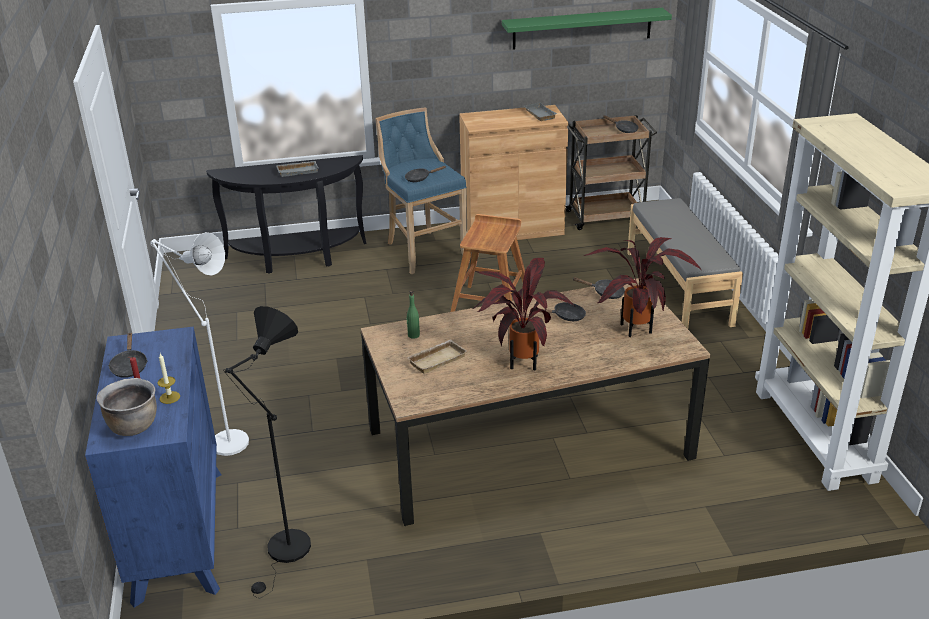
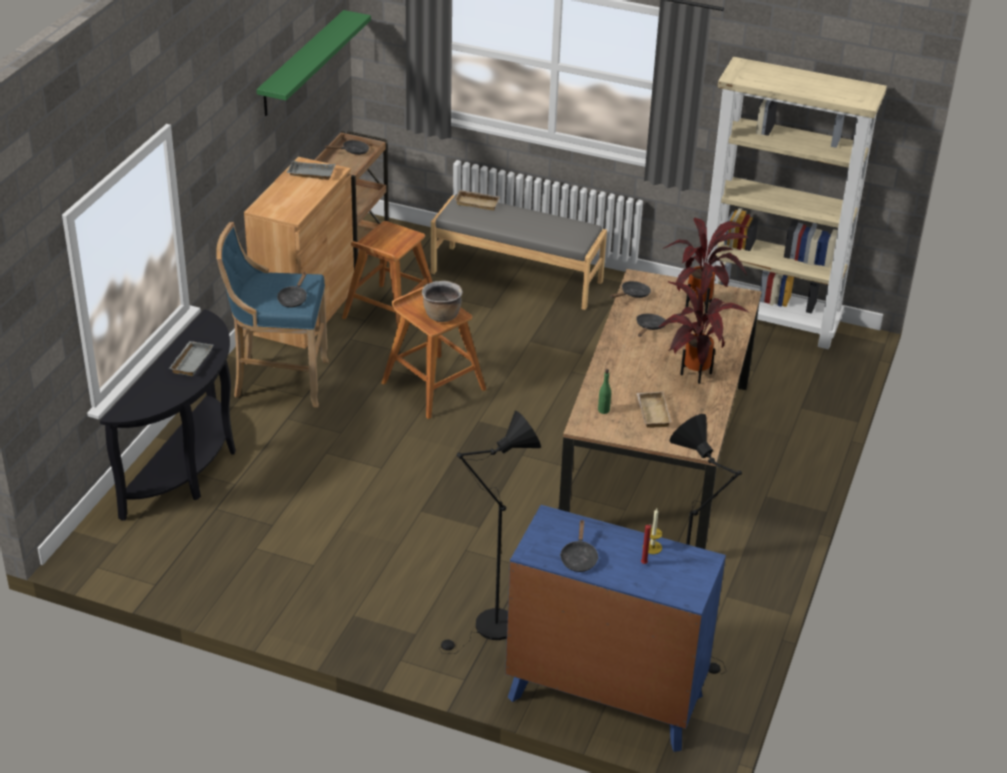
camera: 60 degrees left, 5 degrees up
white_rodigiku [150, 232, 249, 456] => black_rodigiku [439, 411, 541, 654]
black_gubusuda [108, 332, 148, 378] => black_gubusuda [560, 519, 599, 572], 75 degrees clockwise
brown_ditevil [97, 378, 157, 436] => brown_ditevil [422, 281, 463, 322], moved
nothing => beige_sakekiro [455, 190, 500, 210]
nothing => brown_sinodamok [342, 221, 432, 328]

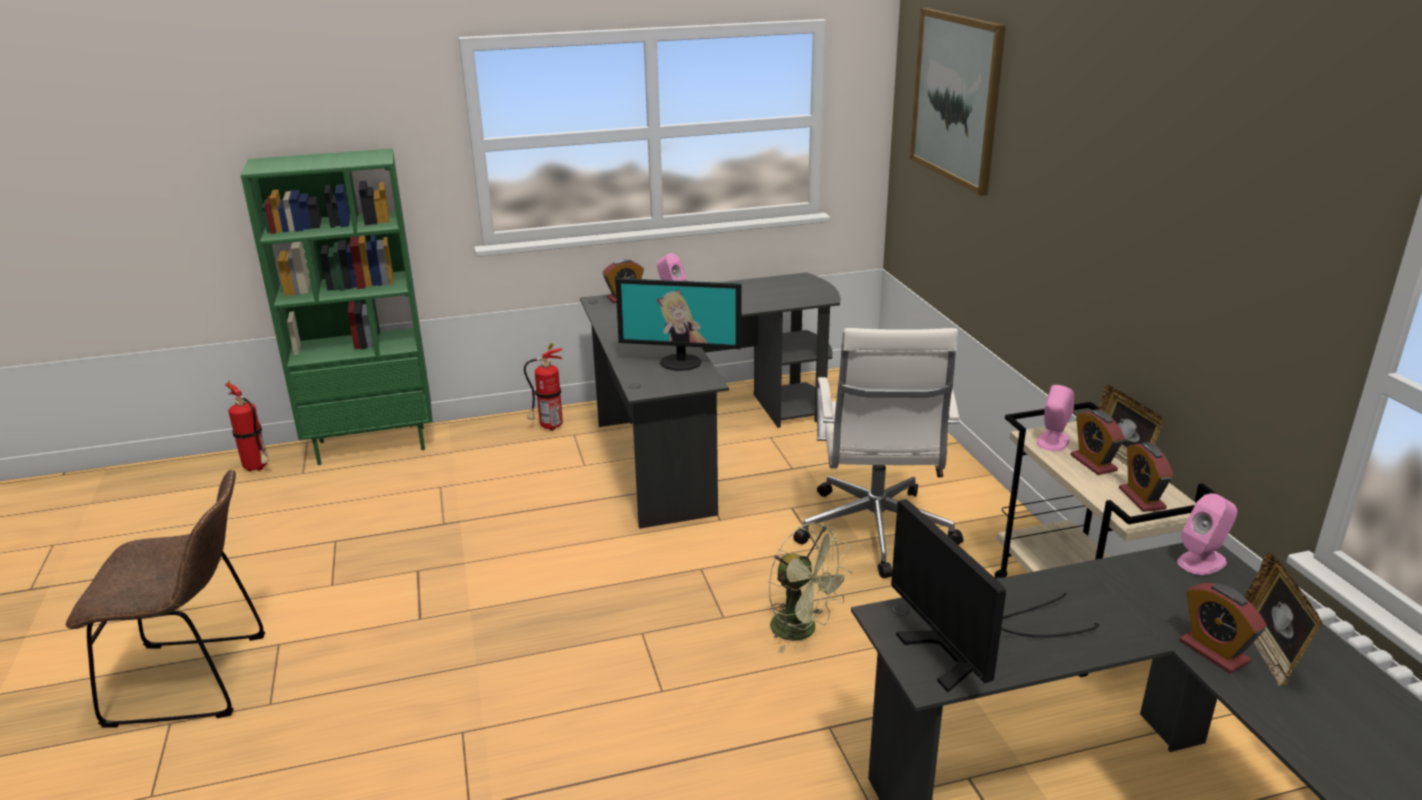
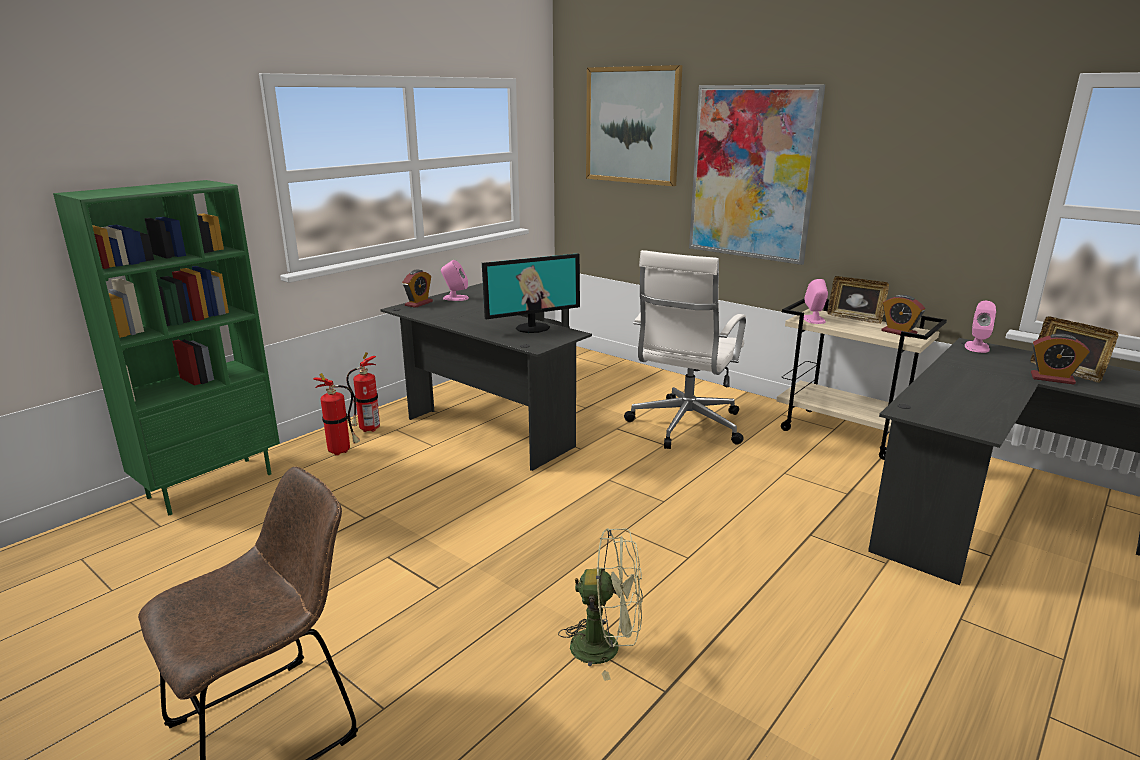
camera: 35 degrees left, 5 degrees down
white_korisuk [793, 328, 964, 578] => white_korisuk [624, 250, 746, 449], 60 degrees clockwise
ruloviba [225, 380, 269, 472] => ruloviba [313, 373, 360, 456], moved
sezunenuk [1070, 409, 1125, 475] => nothing
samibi [891, 499, 1100, 692] => nothing
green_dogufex [768, 523, 853, 653] => green_dogufex [558, 528, 643, 681], moved
nothing => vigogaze [689, 84, 825, 265]

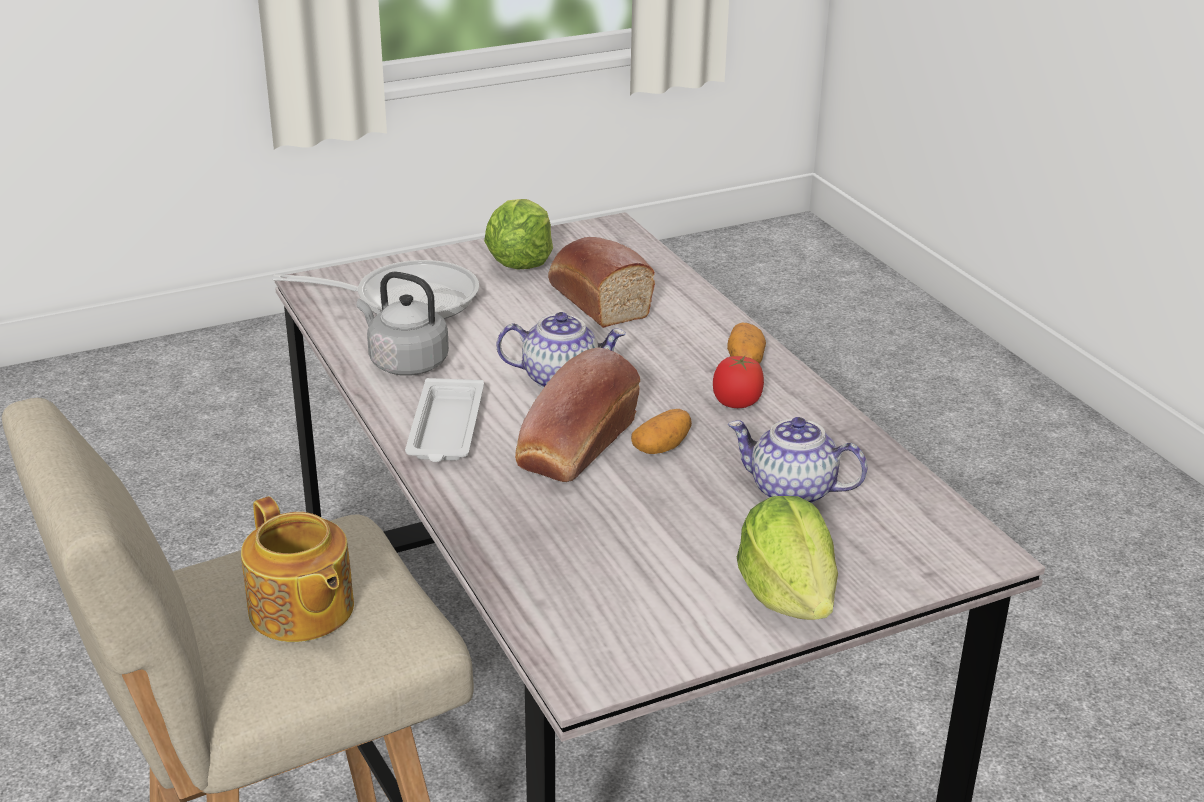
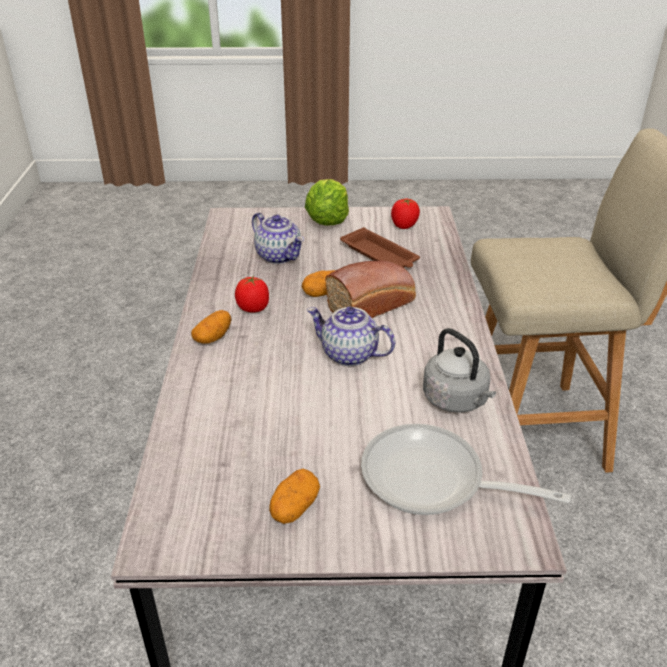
camera: 155 degrees left, 5 degrees up
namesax [484, 199, 553, 269] => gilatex [269, 469, 320, 524]
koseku [548, 237, 655, 328] => nothing
white_sakekiro [405, 378, 484, 462] => nothing
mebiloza [241, 496, 354, 642] => nothing
nothing => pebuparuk [391, 199, 420, 229]
nothing => brown_sakekiro [340, 227, 420, 268]

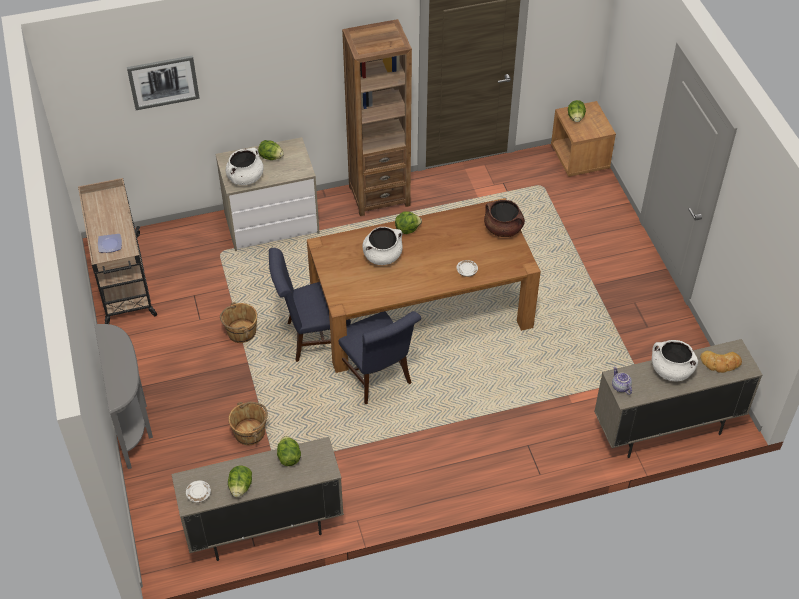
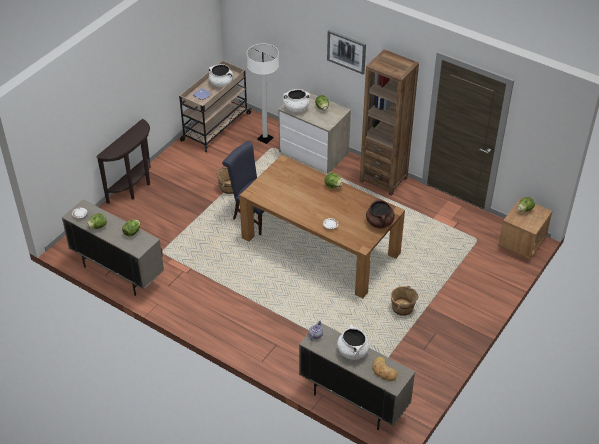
camera: 50 degrees right, 5 degrees down
vigogaze [127, 55, 200, 110] => vigogaze [327, 30, 366, 75], moved
white_ditevil [362, 227, 403, 265] => white_ditevil [208, 64, 234, 87], moved
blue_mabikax [339, 311, 422, 404] => nothing
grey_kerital [94, 324, 153, 469] => brown_kerital [97, 119, 151, 204]
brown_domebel [228, 402, 268, 445] => brown_domebel [391, 286, 419, 316], moved
nothing => white_rodigiku [247, 43, 279, 144]

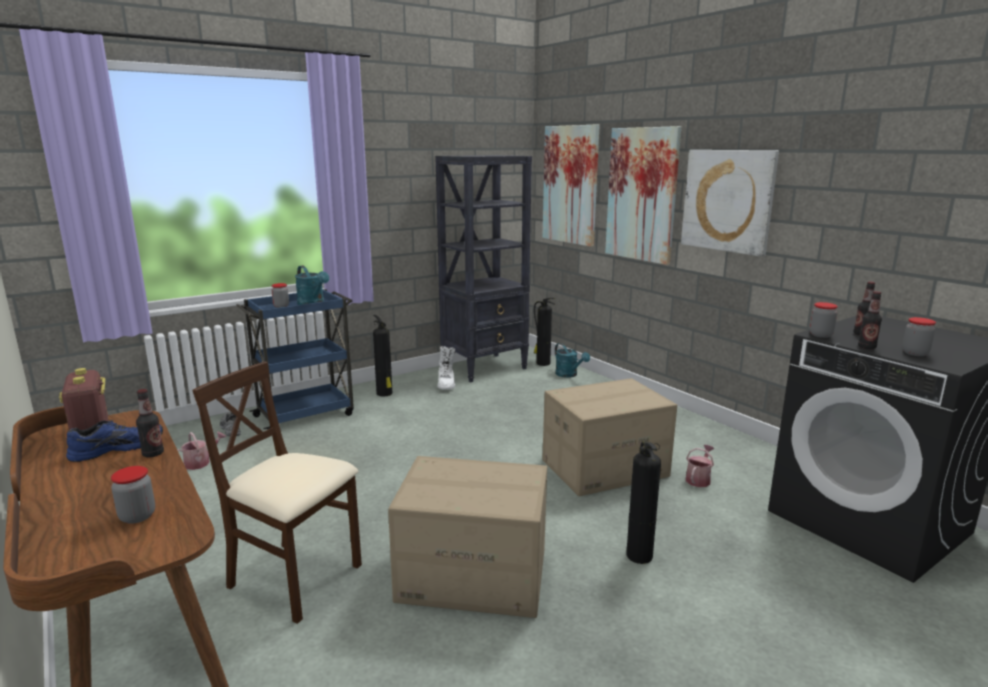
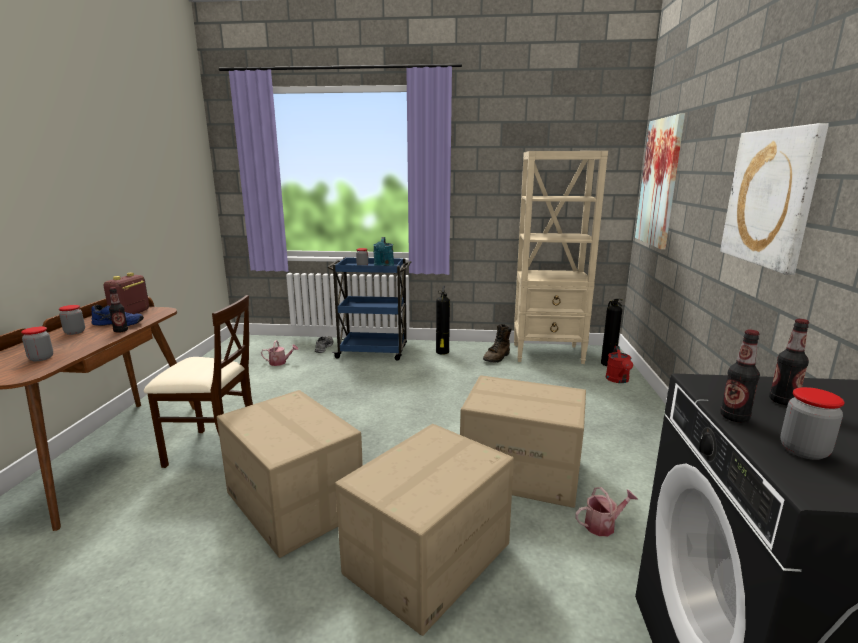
camera: 40 degrees right, 0 degrees up
vigogaze [605, 126, 681, 265] => nothing
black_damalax [435, 155, 532, 383] => beige_damalax [514, 151, 608, 364]
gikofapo [810, 302, 838, 338] => gikofapo [59, 305, 85, 335], moved
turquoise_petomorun [555, 343, 590, 378] => red_petomorun [606, 346, 633, 383]
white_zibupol [438, 346, 455, 389] => brown_zibupol [483, 324, 512, 362]
beige_mabikax [192, 362, 362, 624] => beige_mabikax [144, 295, 253, 468], 120 degrees clockwise
ruloviba [626, 441, 661, 564] => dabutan [335, 424, 514, 636]

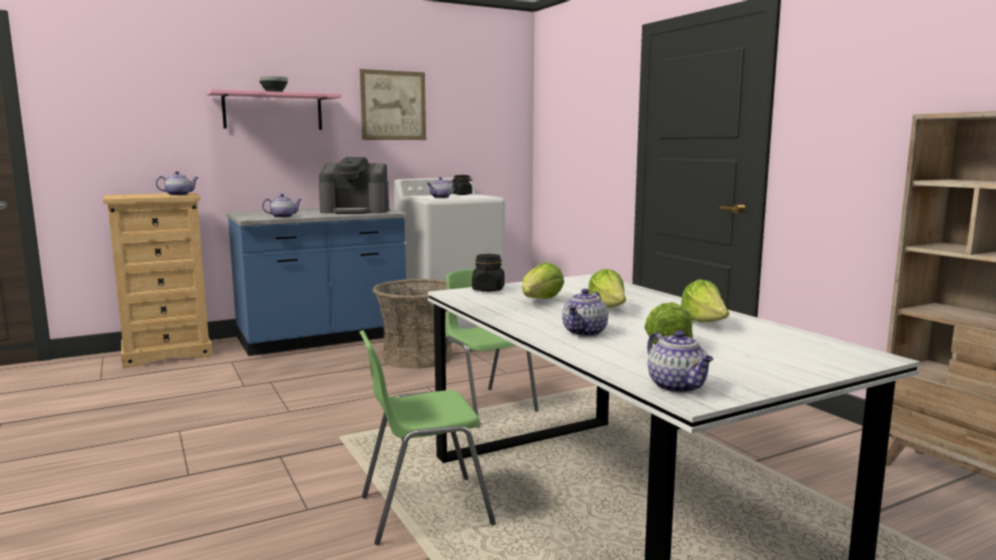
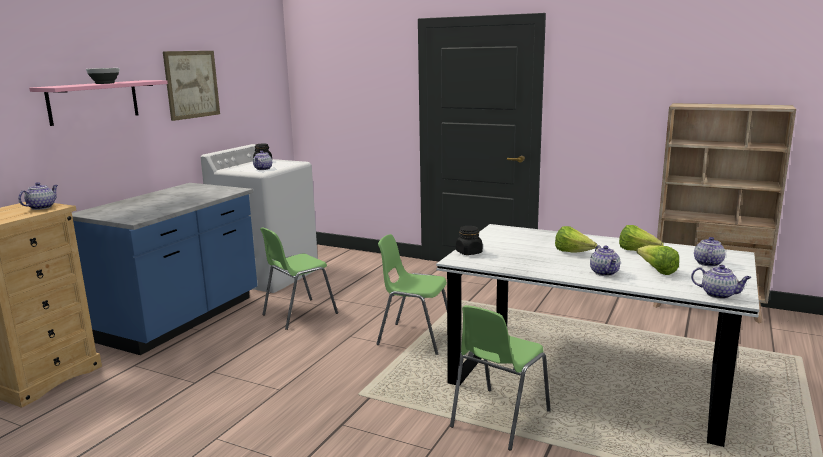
camera: 35 degrees left, 5 degrees up
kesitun [319, 157, 389, 214] => nothing
mebiloza [262, 194, 302, 218] => mebiloza [694, 237, 725, 267], moved
namesax [522, 262, 564, 299] => nothing
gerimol [373, 279, 453, 369] => green_mabikax [260, 227, 338, 330]

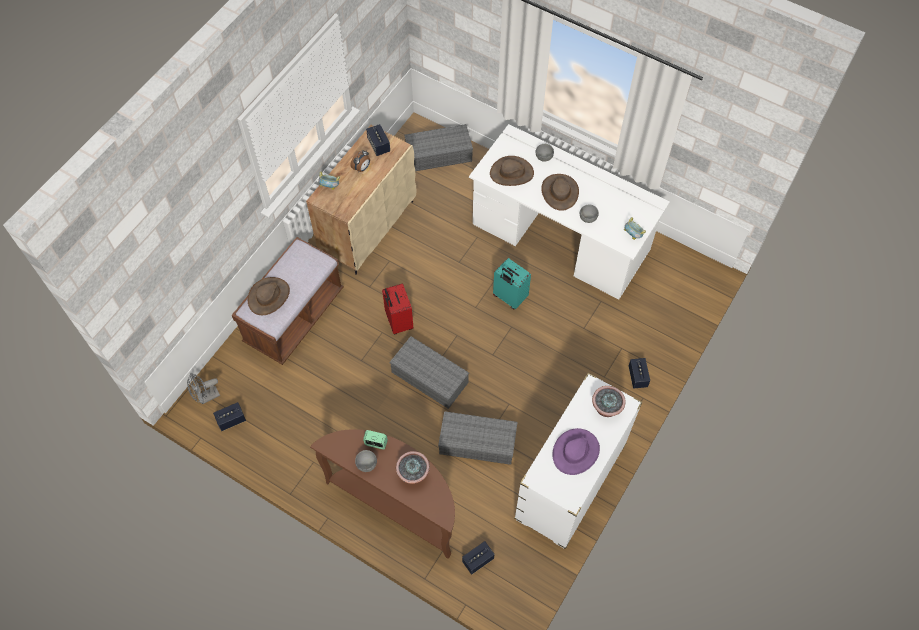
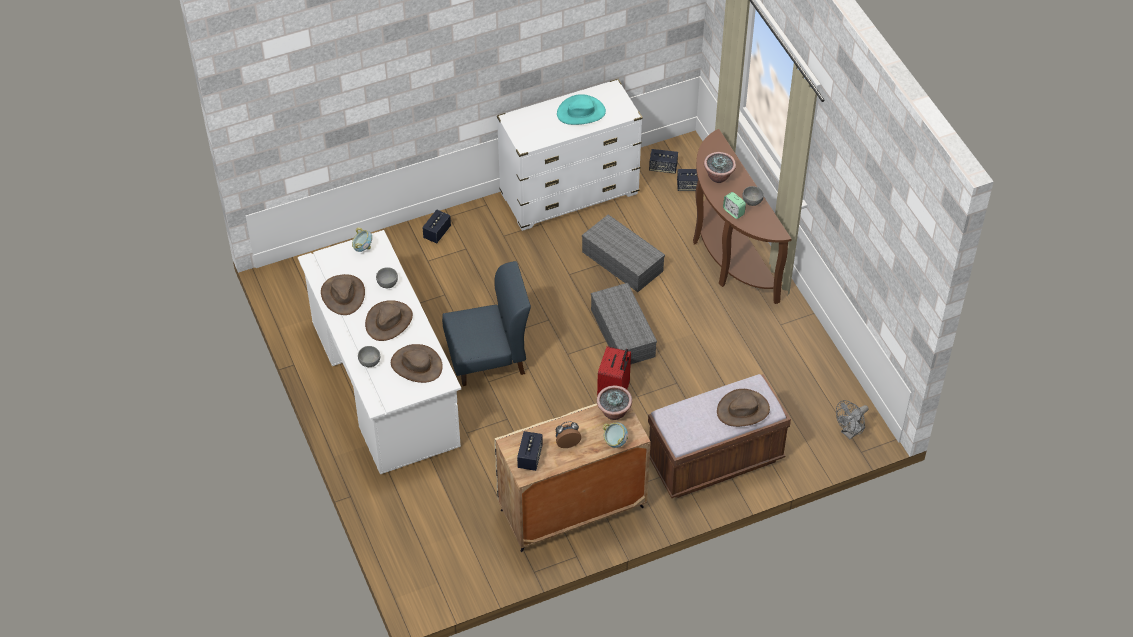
camera: 145 degrees left, 10 degrees down
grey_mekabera [404, 124, 473, 171] => nothing
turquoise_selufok [493, 258, 531, 309] => blue_mabikax [442, 261, 531, 386]
grey_dogufex [187, 373, 220, 404] => grey_dogufex [836, 400, 868, 439], 135 degrees clockwise
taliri [592, 386, 626, 417] => taliri [597, 386, 632, 420], moved
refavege [213, 402, 246, 431] => refavege [649, 149, 678, 173], moved
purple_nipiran [552, 428, 600, 475] => turquoise_nipiran [557, 94, 606, 125]
nothing => brown_nipiran [321, 274, 365, 315]

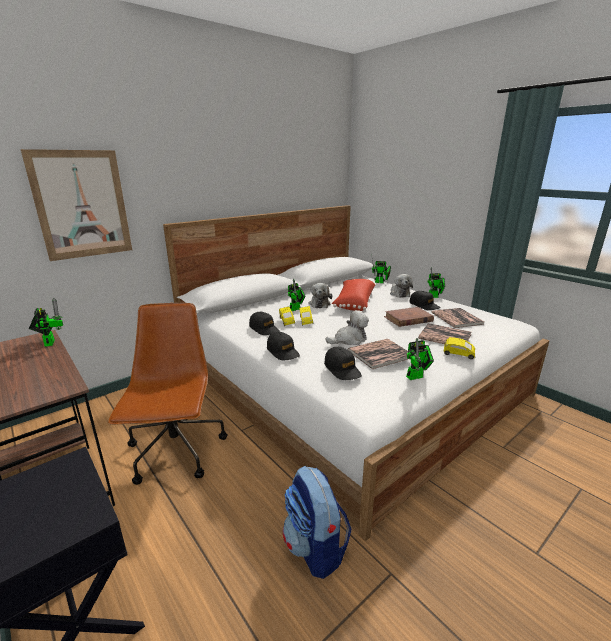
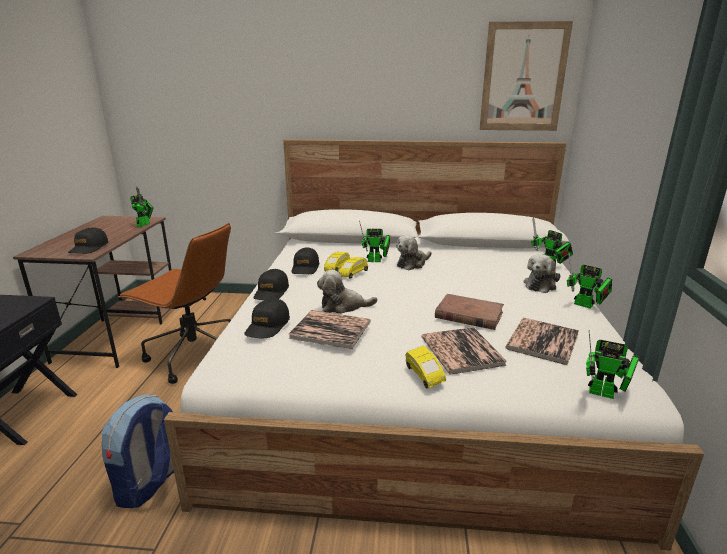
camera: 45 degrees right, 0 degrees up
vigogaze [21, 149, 132, 261] => vigogaze [480, 21, 573, 131], moved
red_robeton [332, 279, 375, 311] => nothing
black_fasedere [409, 291, 441, 310] => black_fasedere [68, 228, 108, 254], moved
brown_korisuk [108, 303, 228, 485] => brown_korisuk [118, 223, 231, 384], 75 degrees clockwise
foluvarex [325, 310, 369, 345] => foluvarex [317, 270, 378, 314], 150 degrees clockwise
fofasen [406, 338, 434, 380] => fofasen [586, 330, 640, 399], moved

